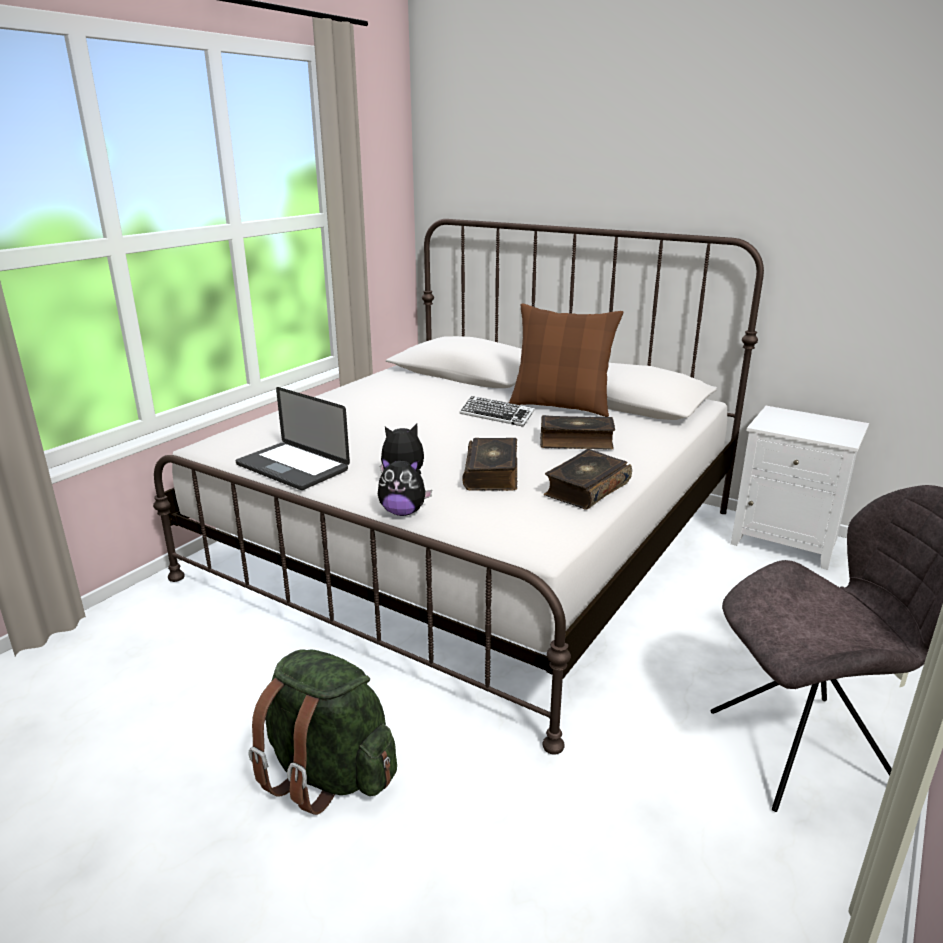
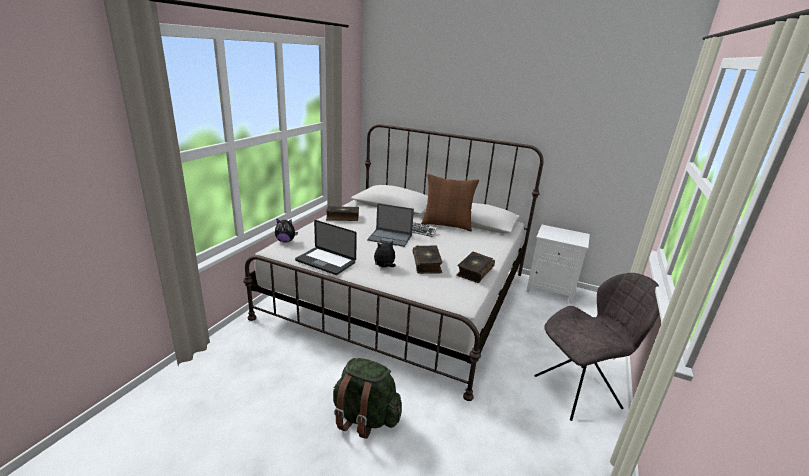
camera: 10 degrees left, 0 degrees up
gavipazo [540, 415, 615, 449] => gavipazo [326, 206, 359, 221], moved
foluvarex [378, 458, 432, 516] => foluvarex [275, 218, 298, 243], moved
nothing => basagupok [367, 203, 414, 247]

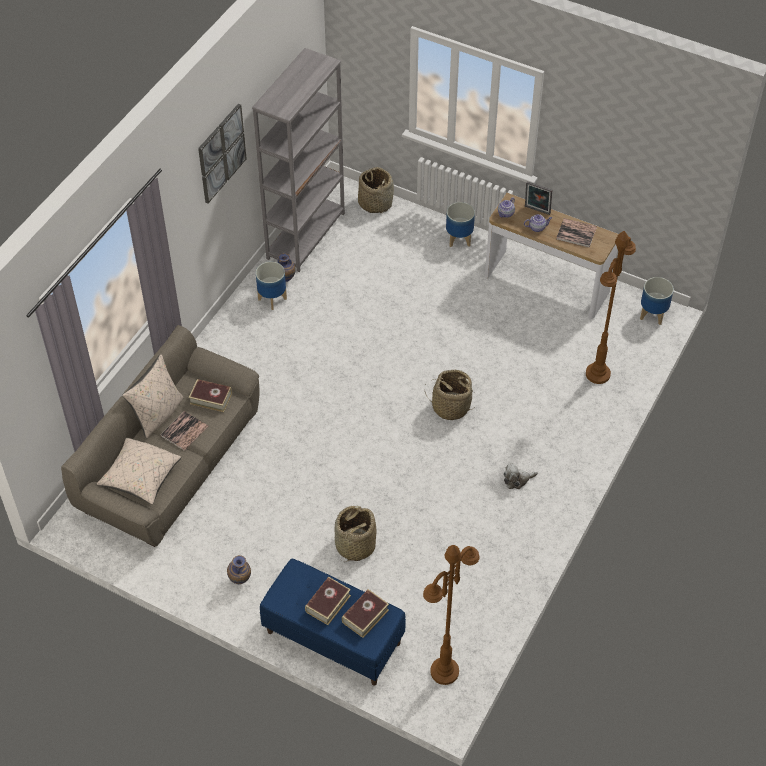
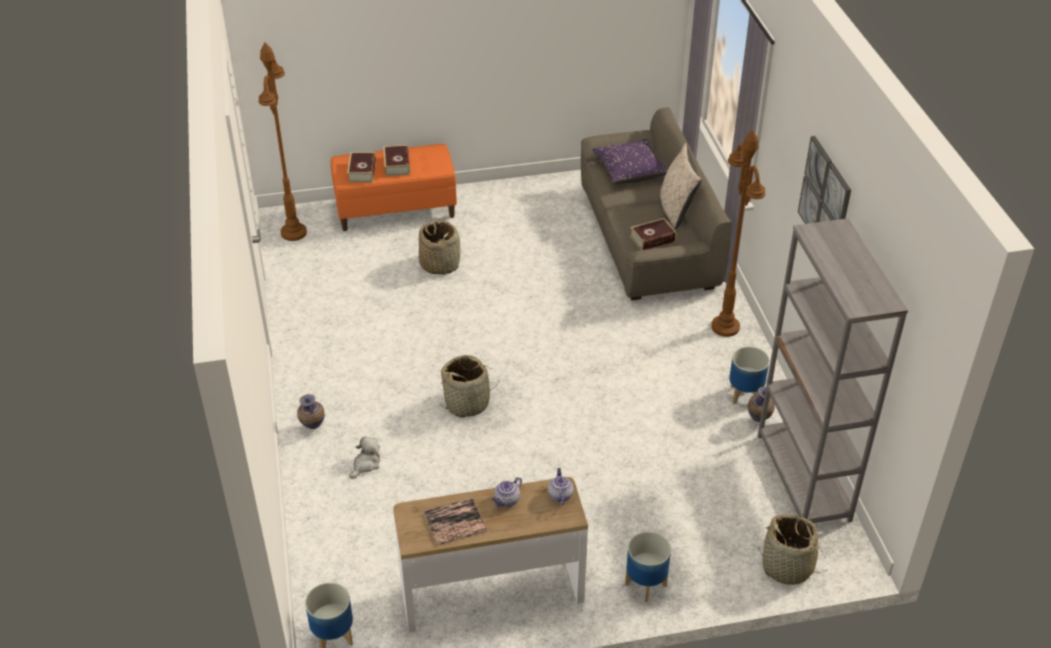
camera: 140 degrees right, 10 degrees down
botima [525, 181, 552, 215] => nothing
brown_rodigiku [586, 231, 636, 384] => brown_rodigiku [711, 130, 766, 337], moved
gavipazo [161, 411, 208, 451] => nothing
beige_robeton [97, 438, 181, 504] => purple_robeton [592, 139, 668, 184]
foluvarex [503, 464, 538, 489] => foluvarex [349, 436, 380, 479], moved
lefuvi [227, 555, 251, 584] => lefuvi [297, 394, 325, 429], moved
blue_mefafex [260, 559, 406, 686] => orange_mefafex [331, 144, 457, 231]

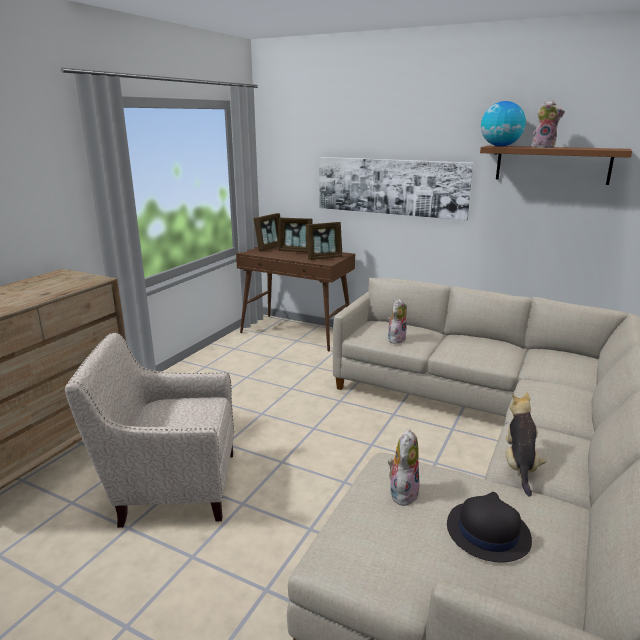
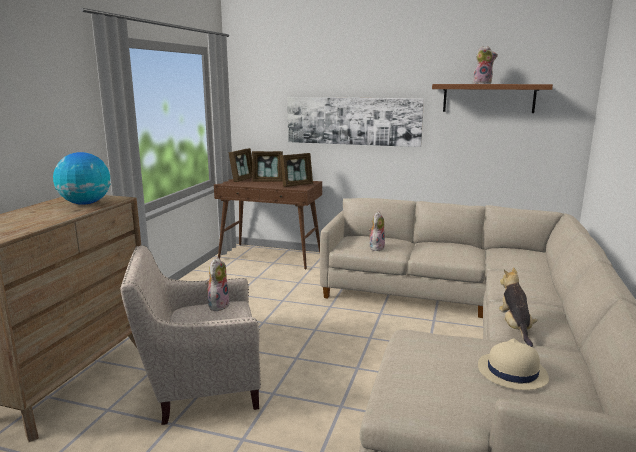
camera: 10 degrees left, 5 degrees down
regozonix [481, 101, 526, 146] => regozonix [53, 152, 111, 205], moved
foluvarex [388, 429, 420, 508] => foluvarex [205, 257, 230, 311], moved
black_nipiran [447, 492, 532, 562] => beige_nipiran [478, 339, 549, 390]

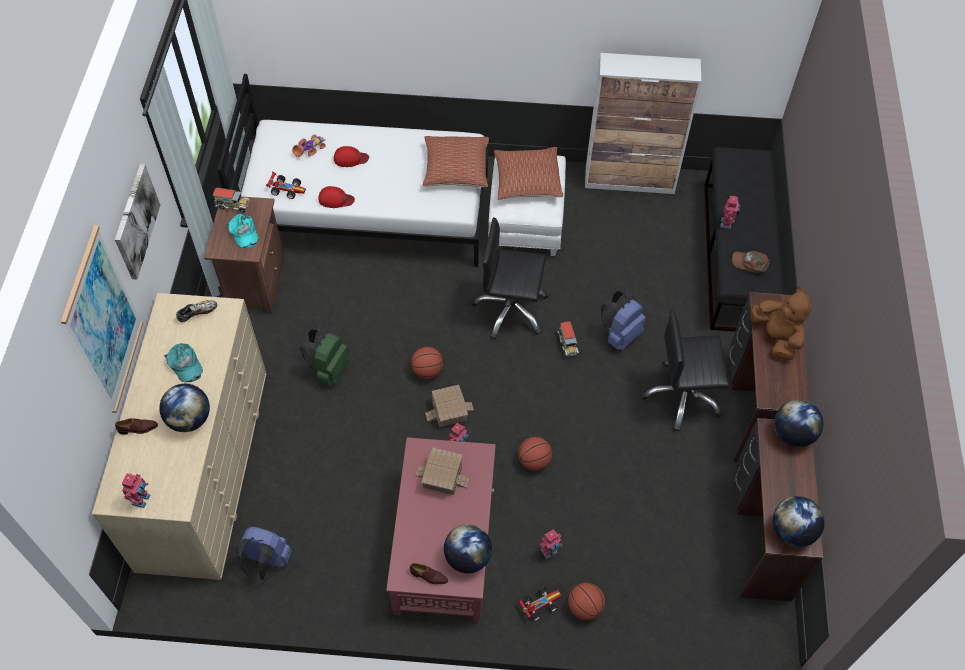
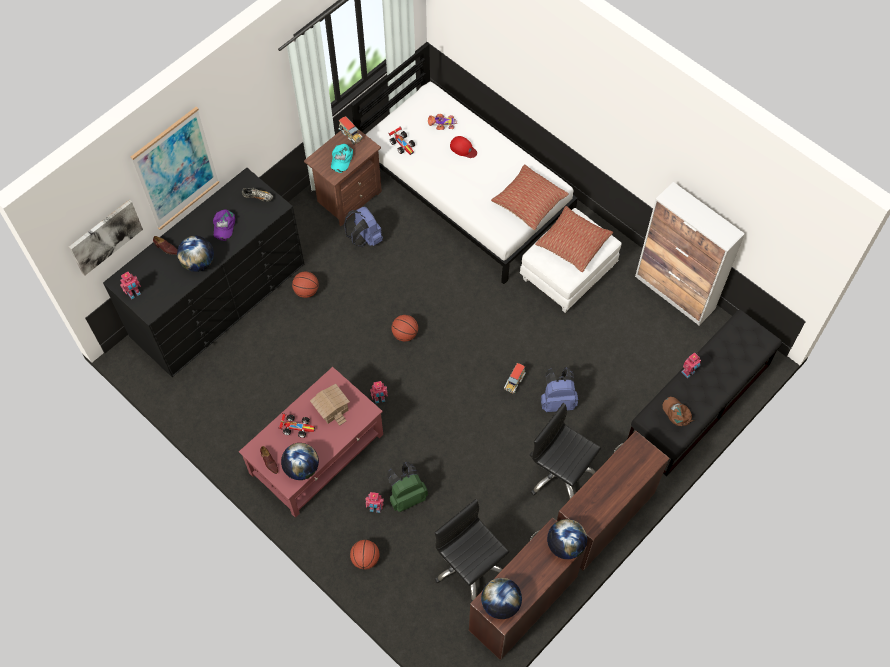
camera: 40 degrees right, 5 degrees up
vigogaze [115, 164, 160, 279] => vigogaze [69, 200, 143, 276], moved
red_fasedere [319, 186, 355, 208] => nothing
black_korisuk [471, 217, 548, 340] => black_korisuk [435, 499, 509, 602], moved
brown_foluvarex [751, 286, 812, 361] => nothing
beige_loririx [92, 293, 266, 580] => black_loririx [103, 168, 304, 377]
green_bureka [300, 327, 350, 386] => green_bureka [387, 462, 428, 512], moved
turquoise_fasedere [164, 344, 203, 382] => purple_fasedere [213, 209, 235, 241]
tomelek [425, 385, 474, 427] => nothing
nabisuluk [518, 437, 552, 471] => nabisuluk [292, 272, 319, 298], moved
blue_bureka [236, 527, 292, 580] => blue_bureka [344, 207, 383, 247], moved
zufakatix [518, 586, 561, 621] => zufakatix [278, 413, 315, 438], moved

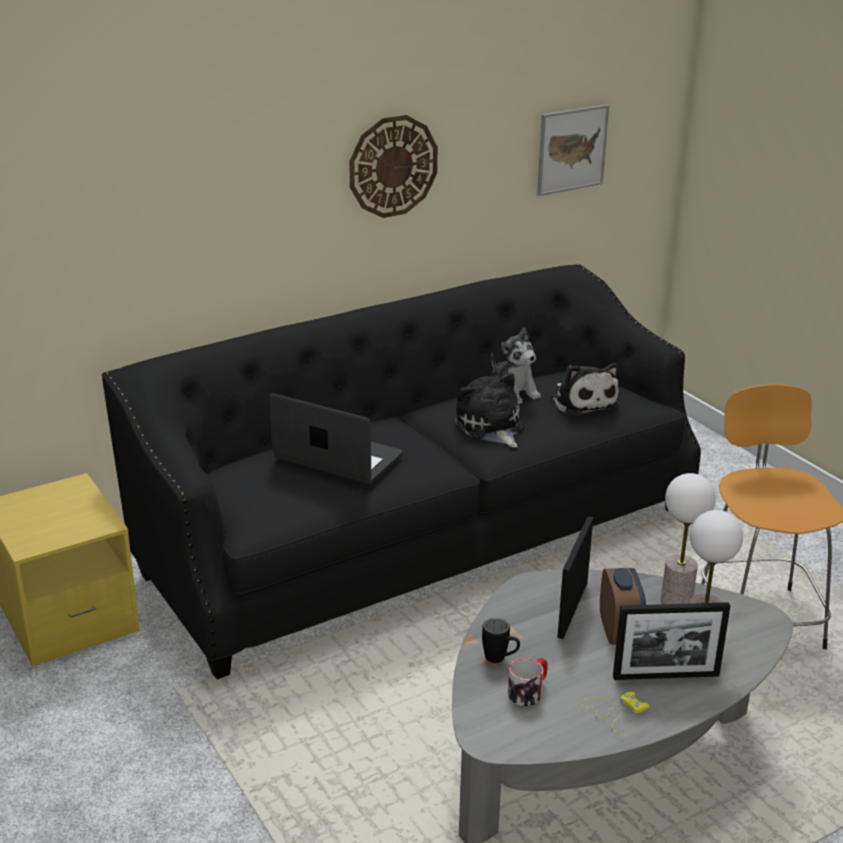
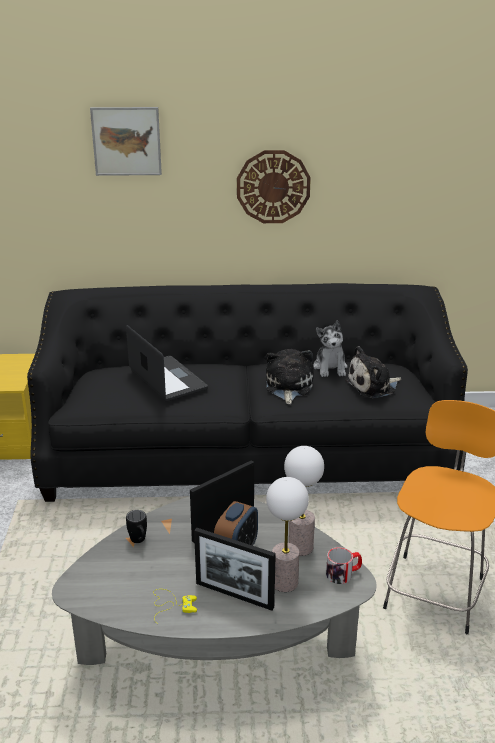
camera: 30 degrees right, 0 degrees up
vigogaze [537, 104, 609, 196] => vigogaze [90, 107, 162, 176], moved
foluvarex [551, 363, 619, 416] => foluvarex [345, 346, 401, 398], 60 degrees clockwise
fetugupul [508, 658, 547, 706] => fetugupul [326, 547, 362, 584], moved

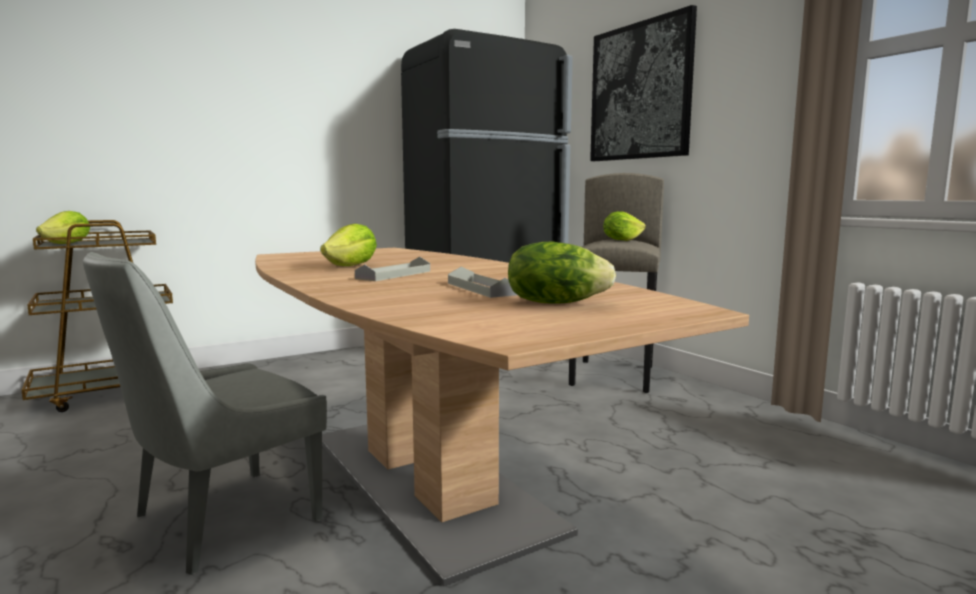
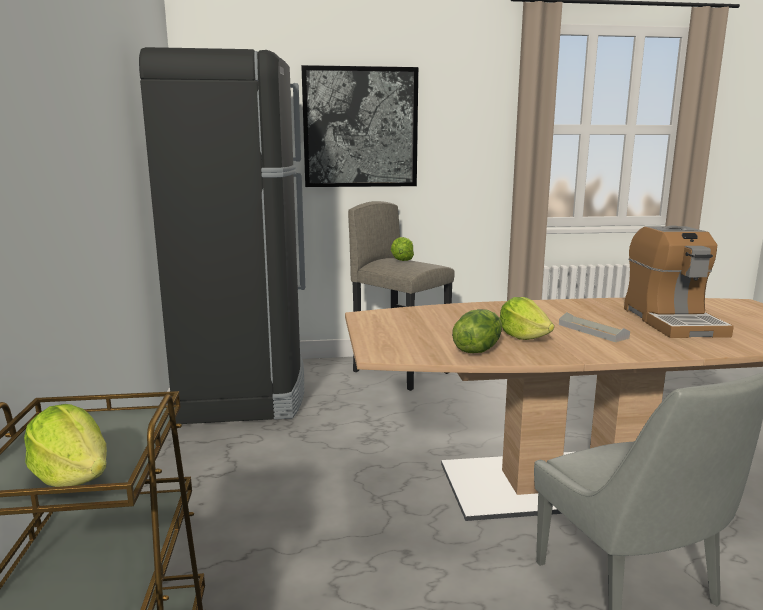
camera: 65 degrees left, 5 degrees up
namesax [508, 242, 616, 304] => namesax [452, 309, 502, 353], moved
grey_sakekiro [448, 267, 517, 298] => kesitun [624, 225, 734, 338]

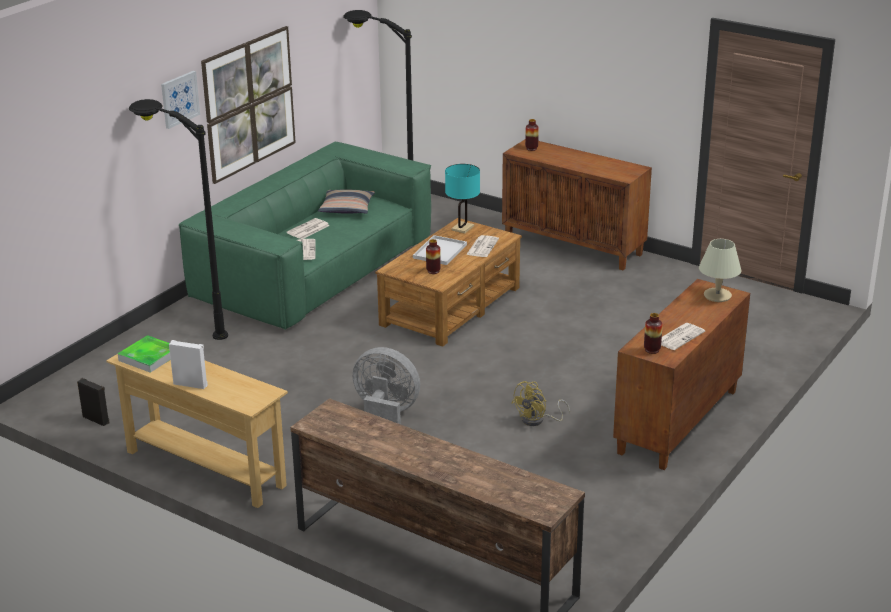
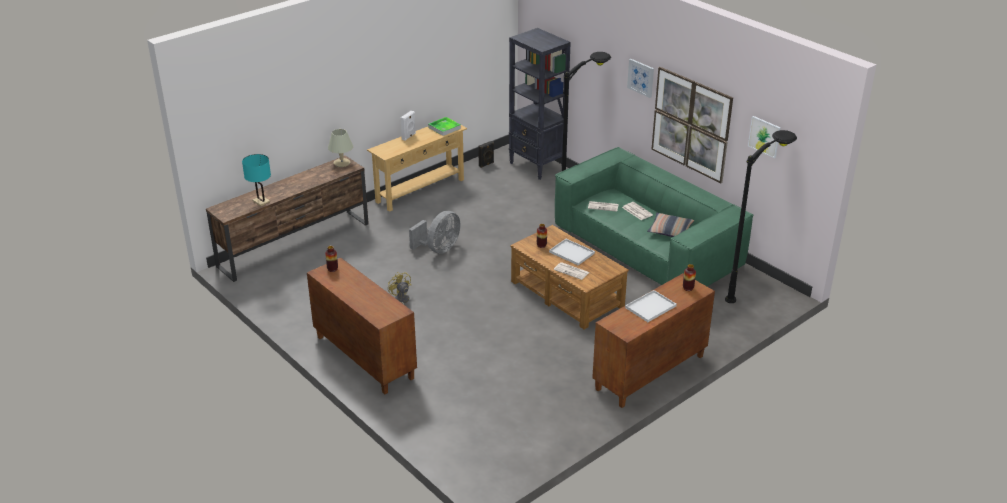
camera: 105 degrees right, 5 degrees up
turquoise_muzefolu [445, 164, 480, 234] => turquoise_muzefolu [242, 154, 271, 206], moved
beige_muzefolu [699, 239, 741, 302] => beige_muzefolu [328, 129, 353, 167], moved
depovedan [661, 323, 705, 350] => nothing
nothing => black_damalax [509, 28, 571, 180]
nothing => vigogaze [748, 116, 781, 158]
nothing => white_sakekiro [625, 290, 677, 322]

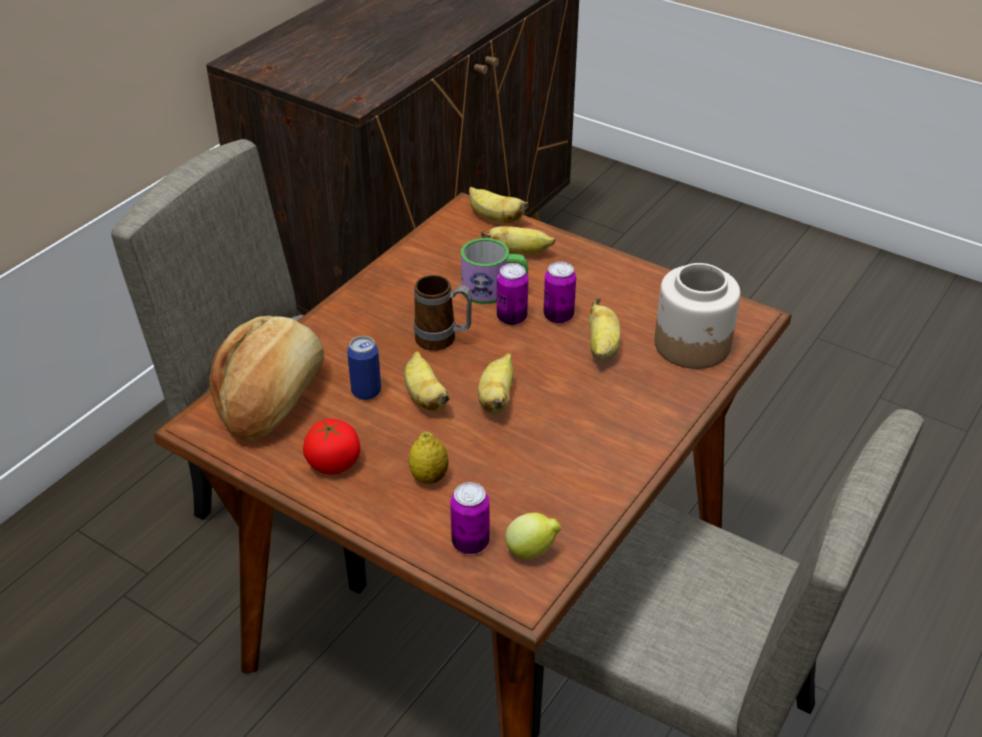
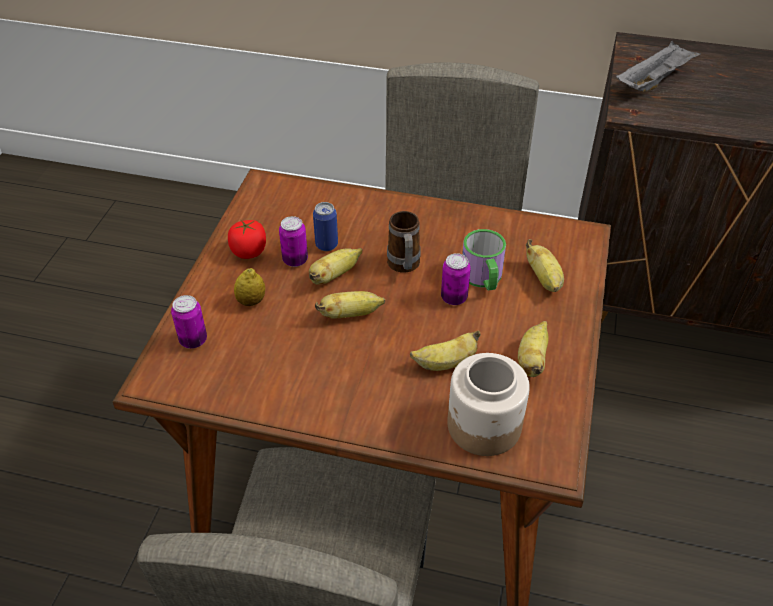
camera: 70 degrees right, 5 degrees up
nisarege [469, 187, 529, 223] => nisarege [518, 321, 549, 377], moved
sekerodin [544, 262, 576, 323] => sekerodin [279, 216, 308, 267], moved
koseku [210, 316, 324, 441] => nothing
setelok [505, 513, 562, 560] => nothing
nothing => grey_sakekiro [616, 41, 701, 92]

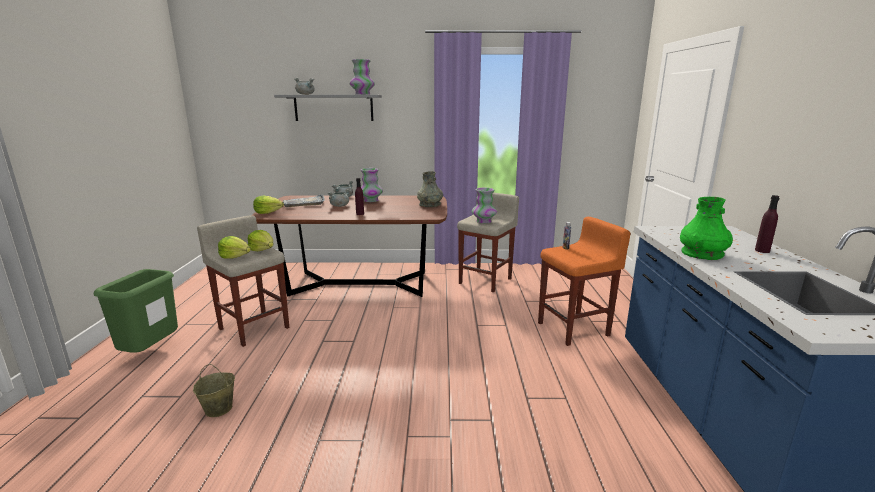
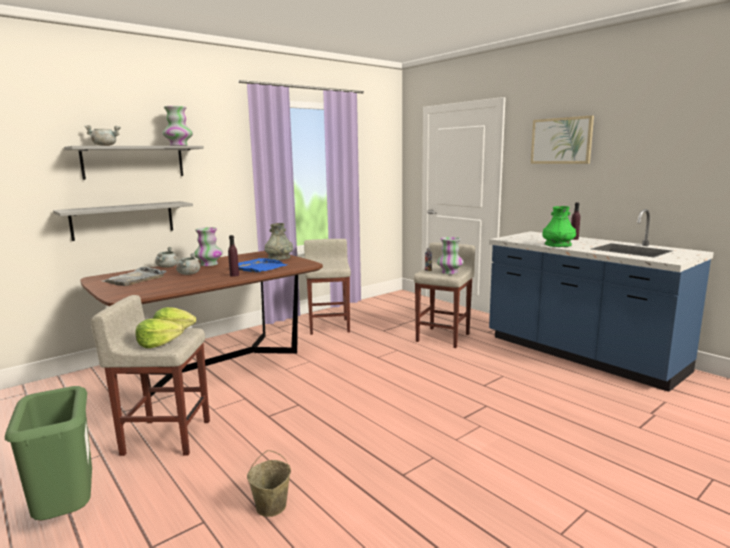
camera: 40 degrees left, 5 degrees down
lefuvi [472, 188, 497, 223] => lefuvi [436, 237, 464, 274], moved
namesax [253, 196, 284, 214] => nothing
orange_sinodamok [538, 217, 630, 346] => beige_sinodamok [414, 243, 475, 348]
nothing => vigogaze [531, 115, 594, 164]
nothing => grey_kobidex [53, 201, 193, 241]
nothing => blue_sakekiro [238, 258, 288, 272]

